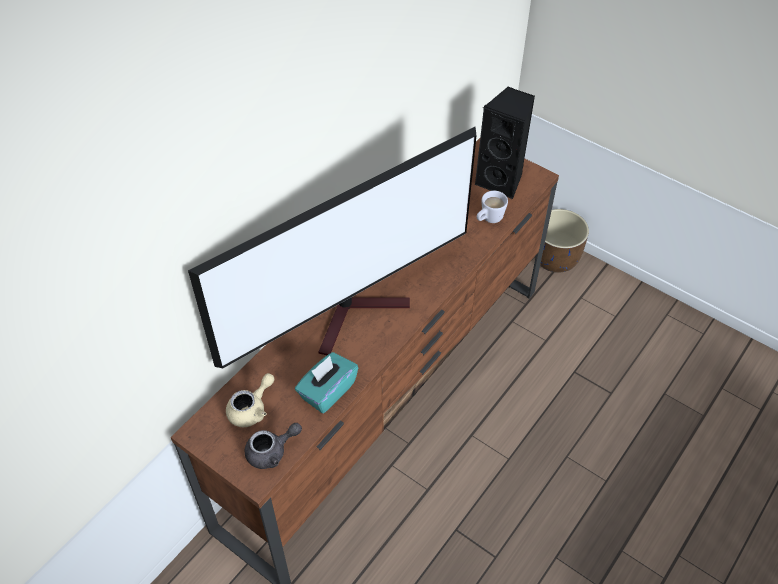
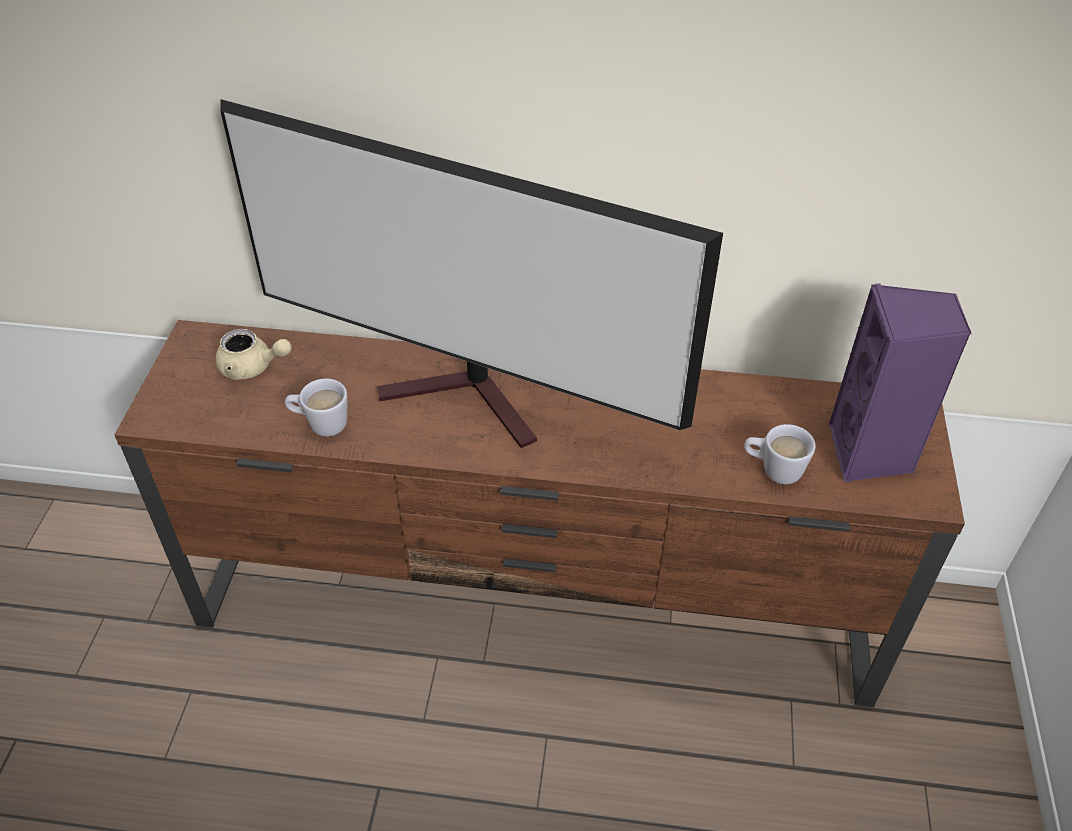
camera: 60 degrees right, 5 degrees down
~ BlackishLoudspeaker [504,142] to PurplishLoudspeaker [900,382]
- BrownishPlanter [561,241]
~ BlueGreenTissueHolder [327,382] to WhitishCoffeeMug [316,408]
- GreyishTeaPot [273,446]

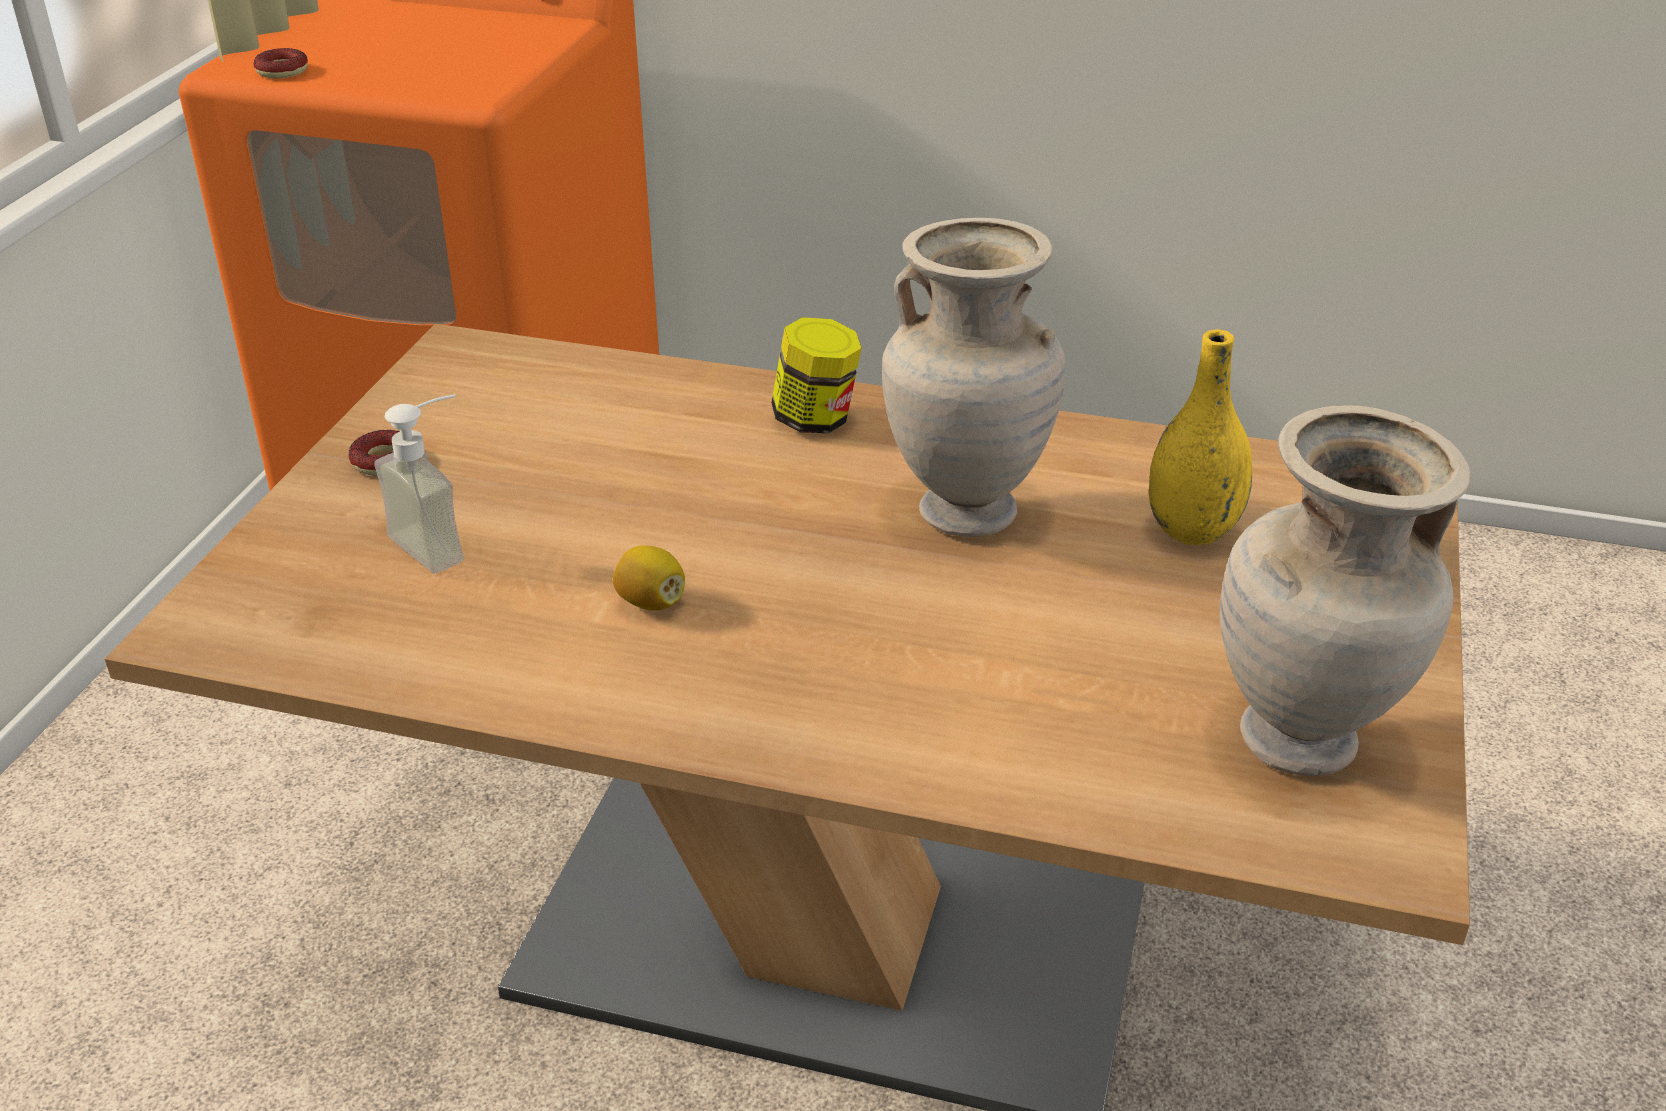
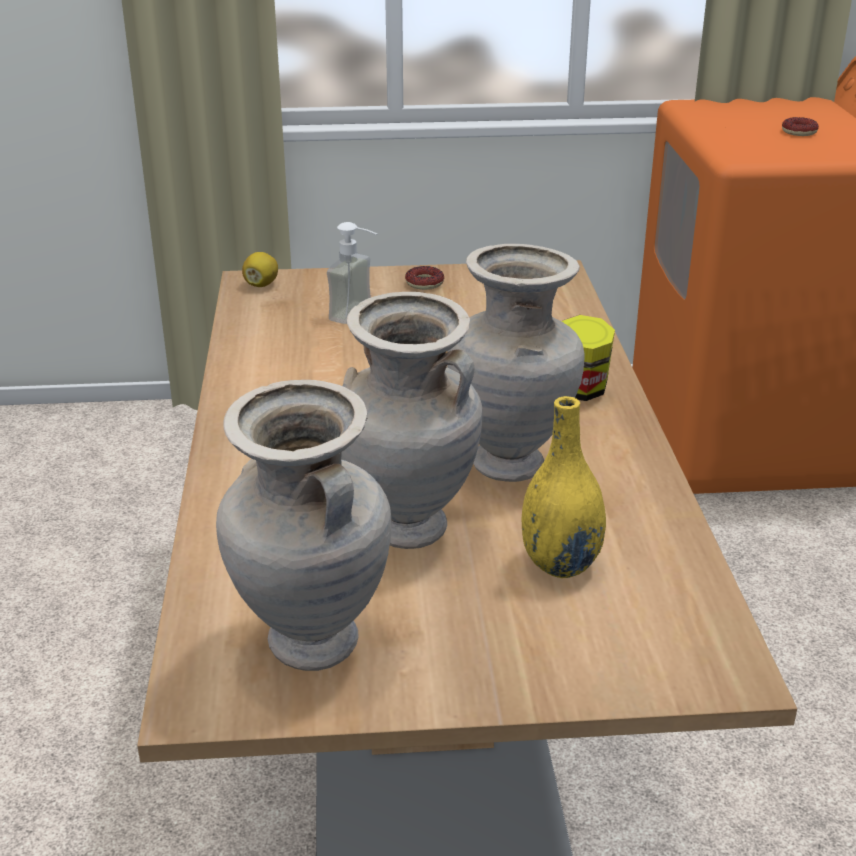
camera: 70 degrees right, 5 degrees down
~ Doughnut [280,63] to [800,126]
~ WholeLemon [649,578] to [260,269]
+ SandColouredDecorativeVase [412,420]

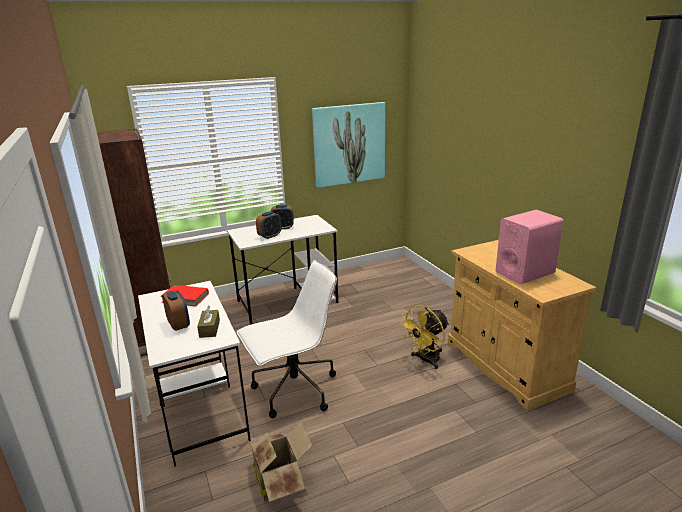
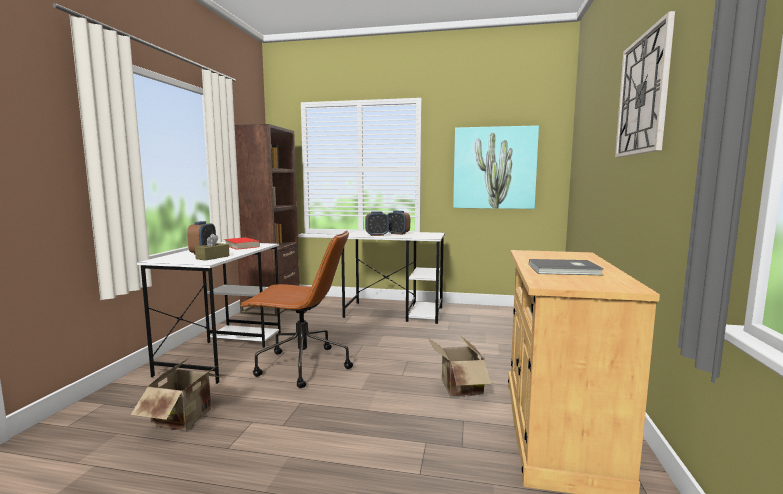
camera: 35 degrees right, 15 degrees down
~ PinkColouredLoudspeaker [529,247] to GreyishBoundBook [566,267]
~ WhitishComputerChair [287,339] to BrownishComputerChair [296,309]
~ YellowColouredFan [424,337] to CardboardBox [459,366]
+ ClockOnTheWall [645,84]

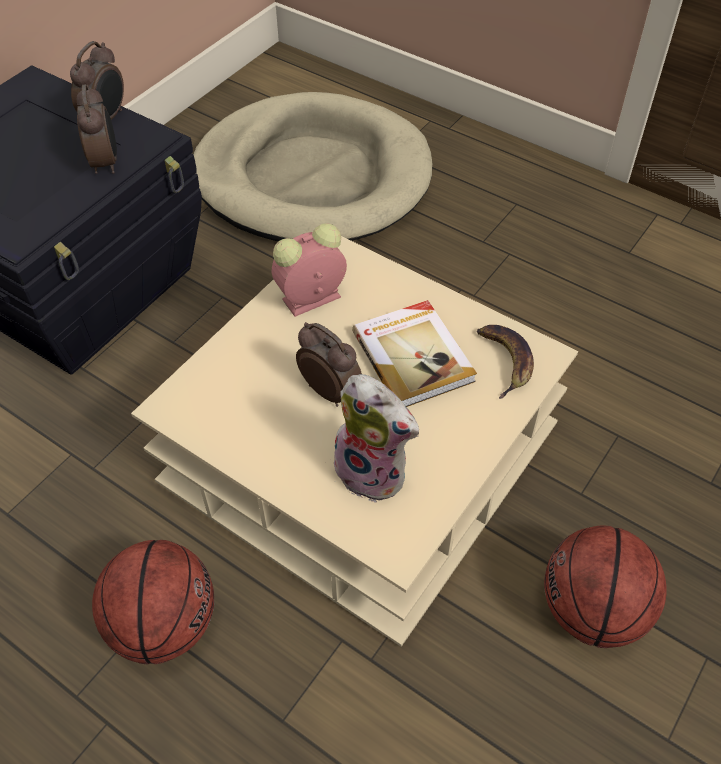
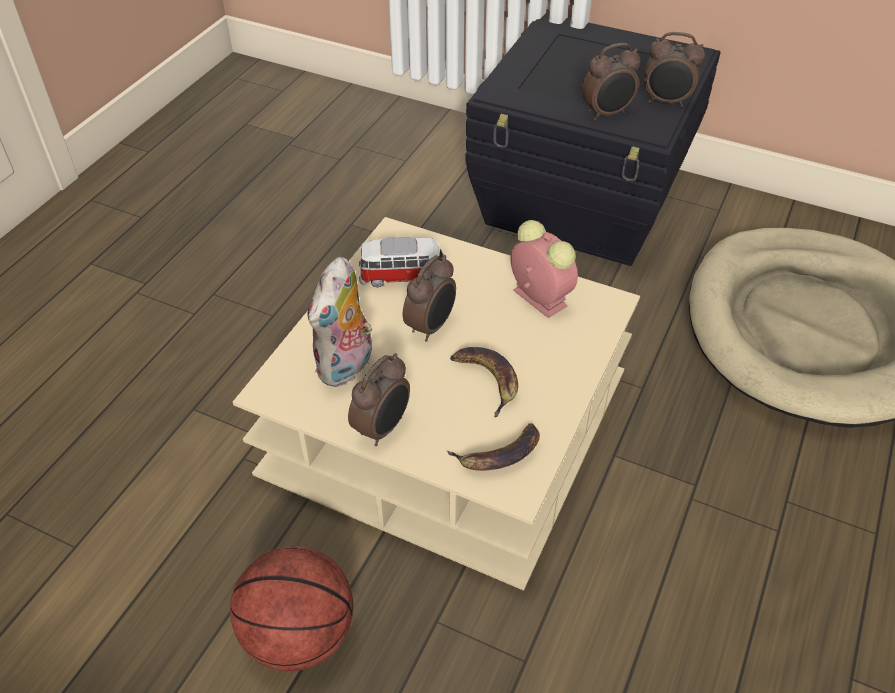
camera: 80 degrees right, 5 degrees down
~ BoundBook [414,353] to Banana [484,382]
- Basketball [153,602]
+ ToyCar [401,262]
+ AlarmClock [379,399]

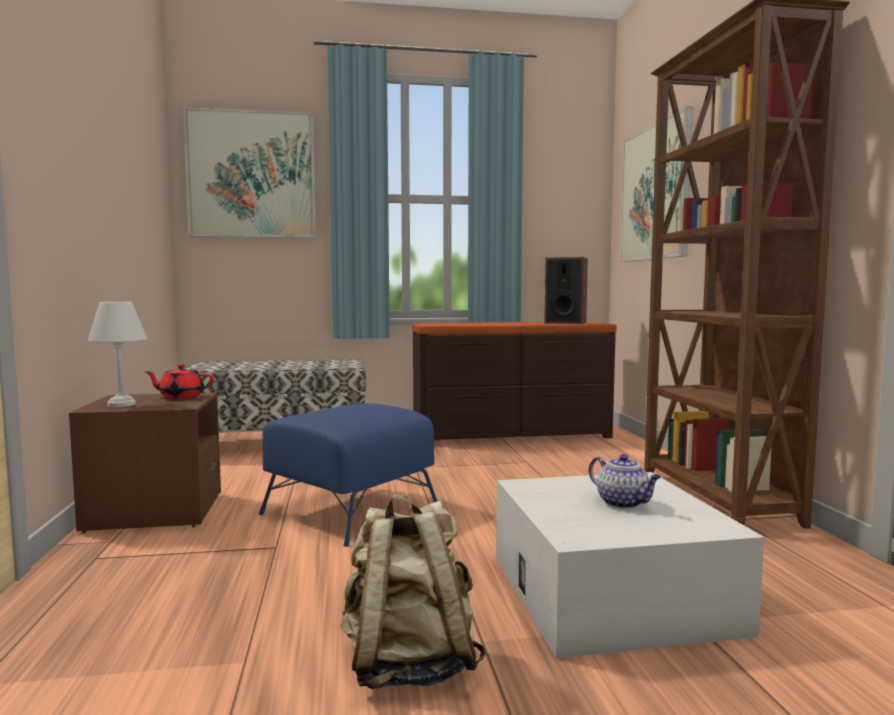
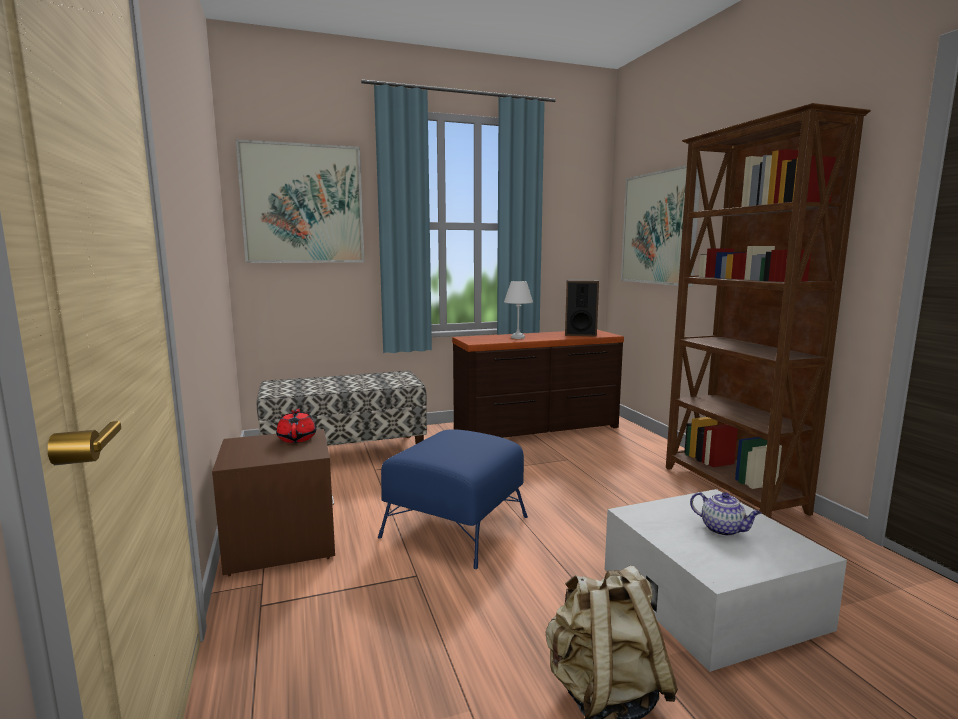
camera: 10 degrees left, 5 degrees up
~ WhitishTableLamp [117,354] to [518,310]
~ ReddishTeaPot [179,381] = [296,425] 90 degrees clockwise

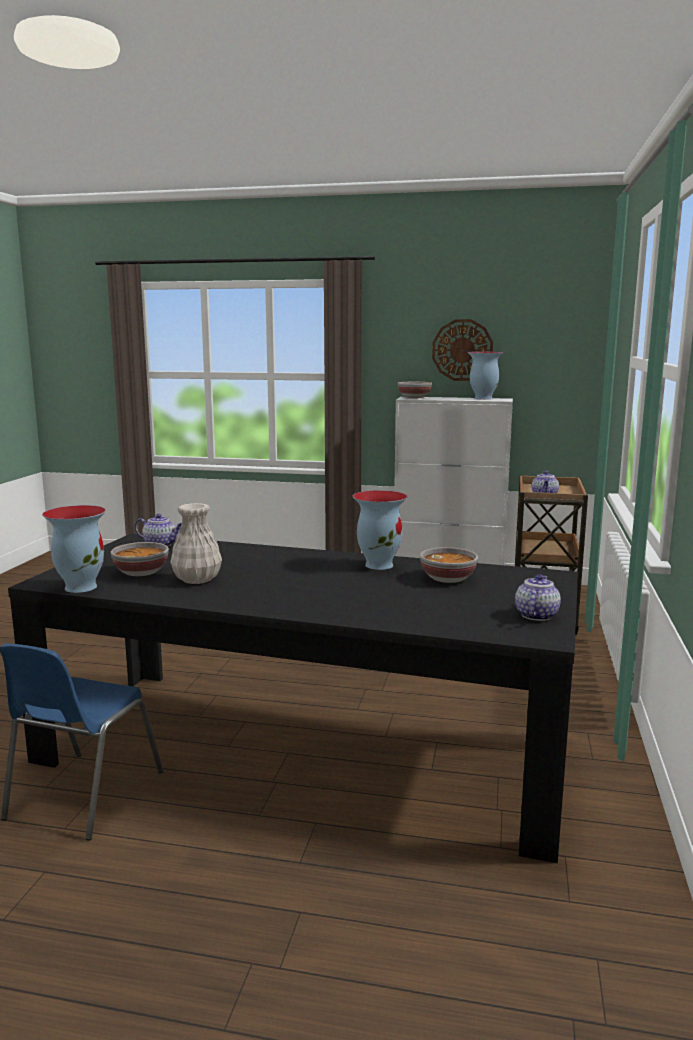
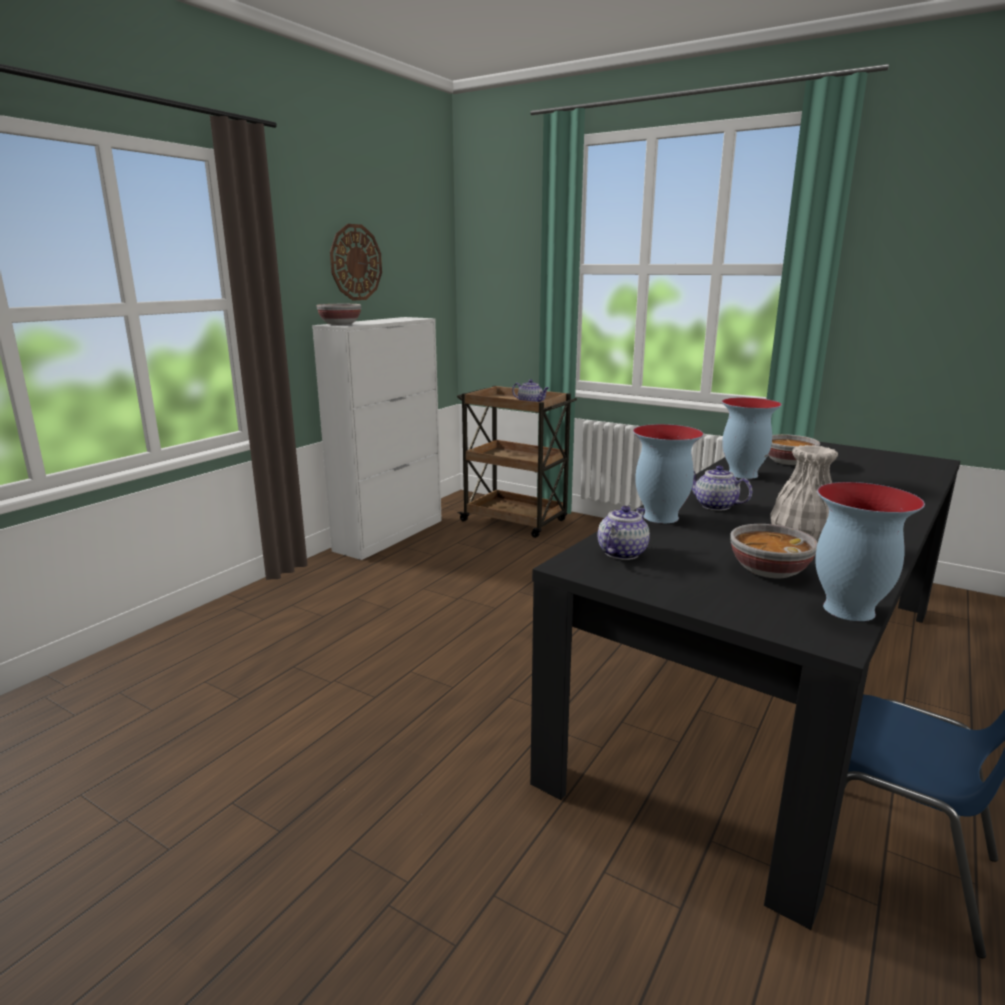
camera: 70 degrees left, 5 degrees up
~ DecorativeVase [485,376] to [668,473]
~ TeaPot [538,597] to [722,488]

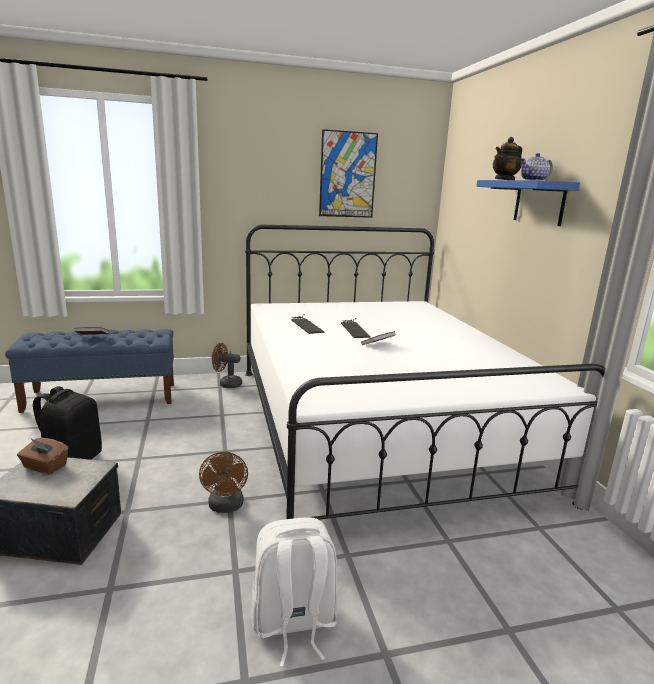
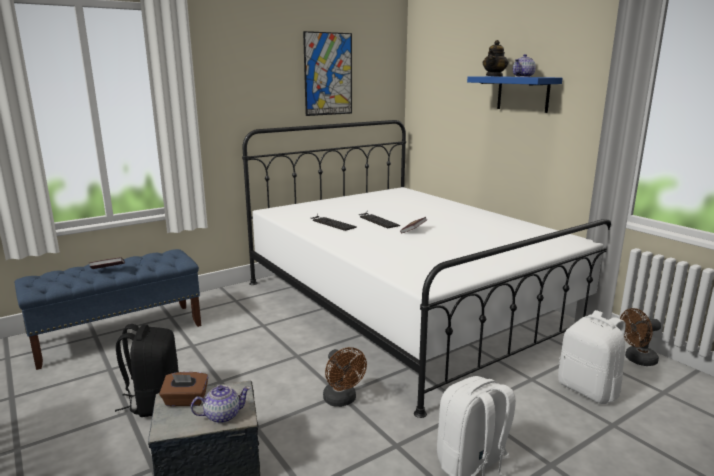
camera: 20 degrees left, 0 degrees up
~ BrownishFan [227,365] to [640,337]
+ WhitishRucksack [592,357]
+ TeaPot [221,404]

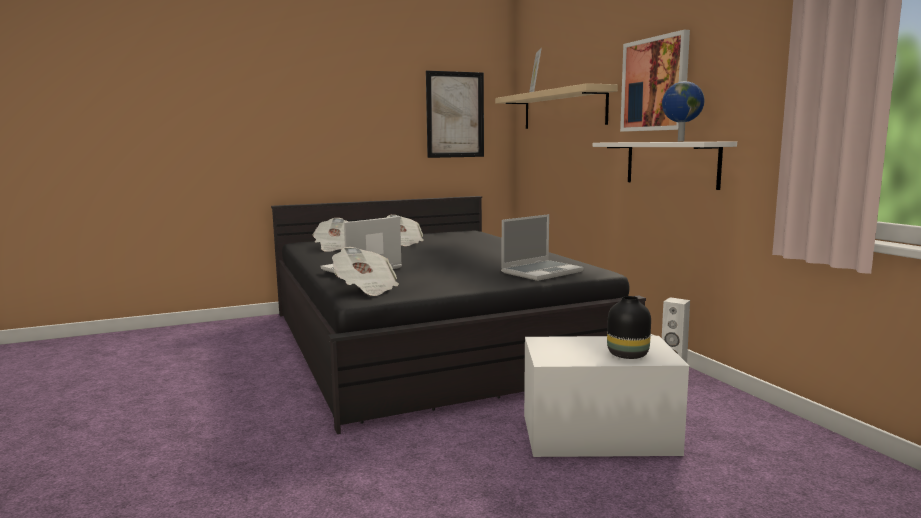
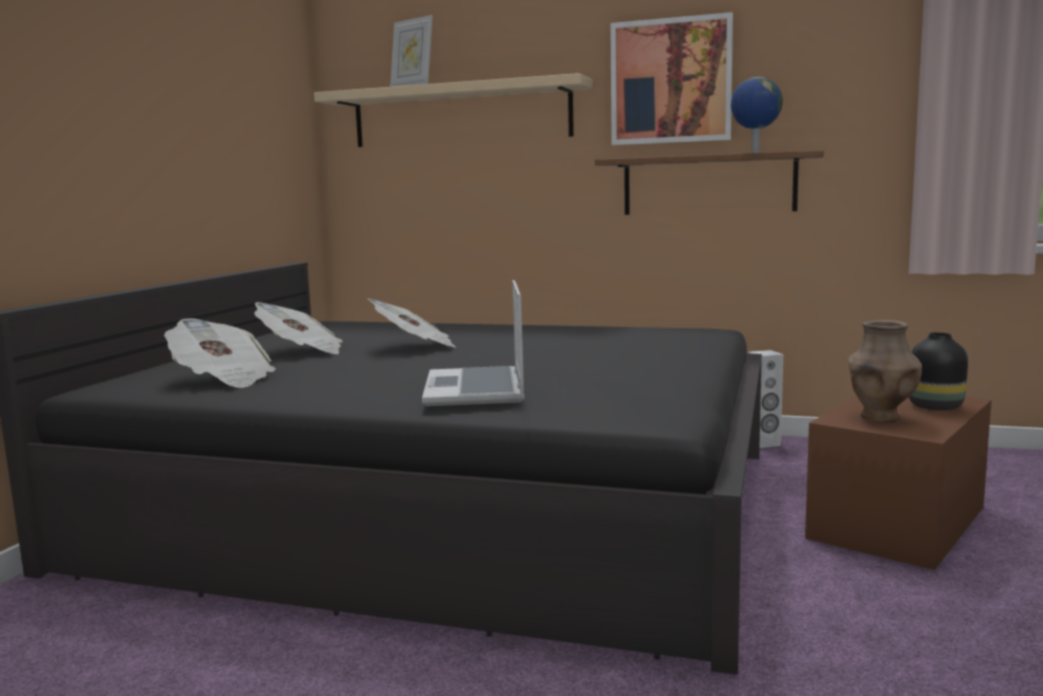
camera: 50 degrees left, 0 degrees up
- Picture [455,114]
~ WhitishShelf [664,165] to BrownishShelf [709,182]
- Laptop [542,247]
~ PrintedPaper [365,271] to [412,323]
~ WhitishStorageBox [606,396] to BrownishStorageBox [898,482]
+ BrownishDecorativeVase [885,371]

